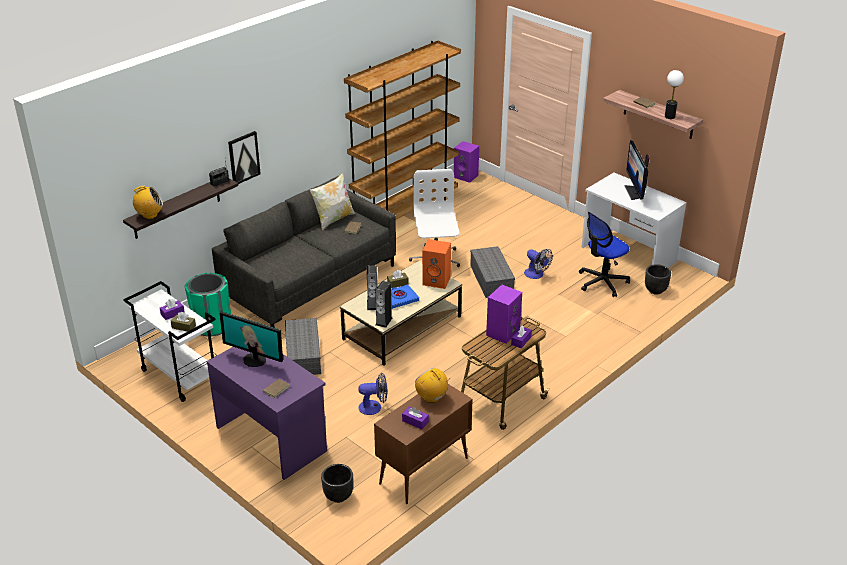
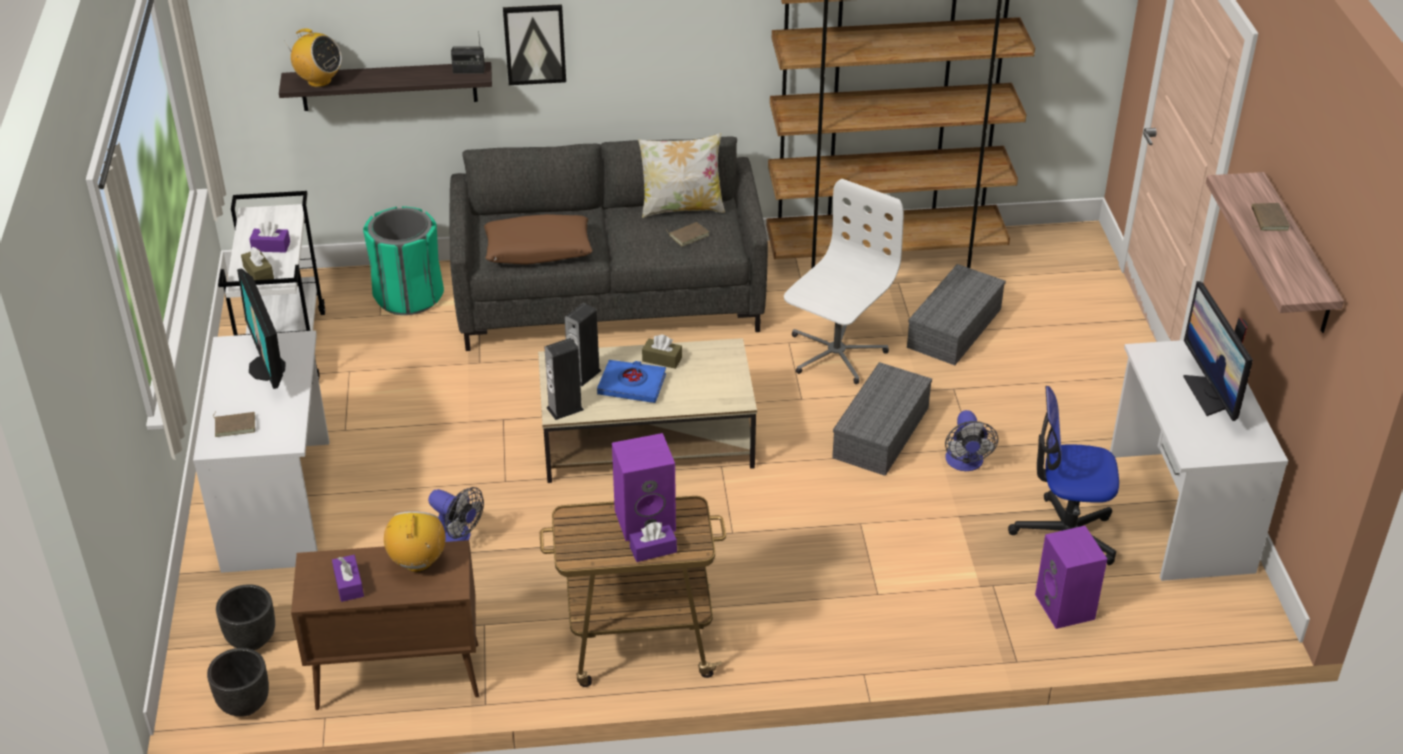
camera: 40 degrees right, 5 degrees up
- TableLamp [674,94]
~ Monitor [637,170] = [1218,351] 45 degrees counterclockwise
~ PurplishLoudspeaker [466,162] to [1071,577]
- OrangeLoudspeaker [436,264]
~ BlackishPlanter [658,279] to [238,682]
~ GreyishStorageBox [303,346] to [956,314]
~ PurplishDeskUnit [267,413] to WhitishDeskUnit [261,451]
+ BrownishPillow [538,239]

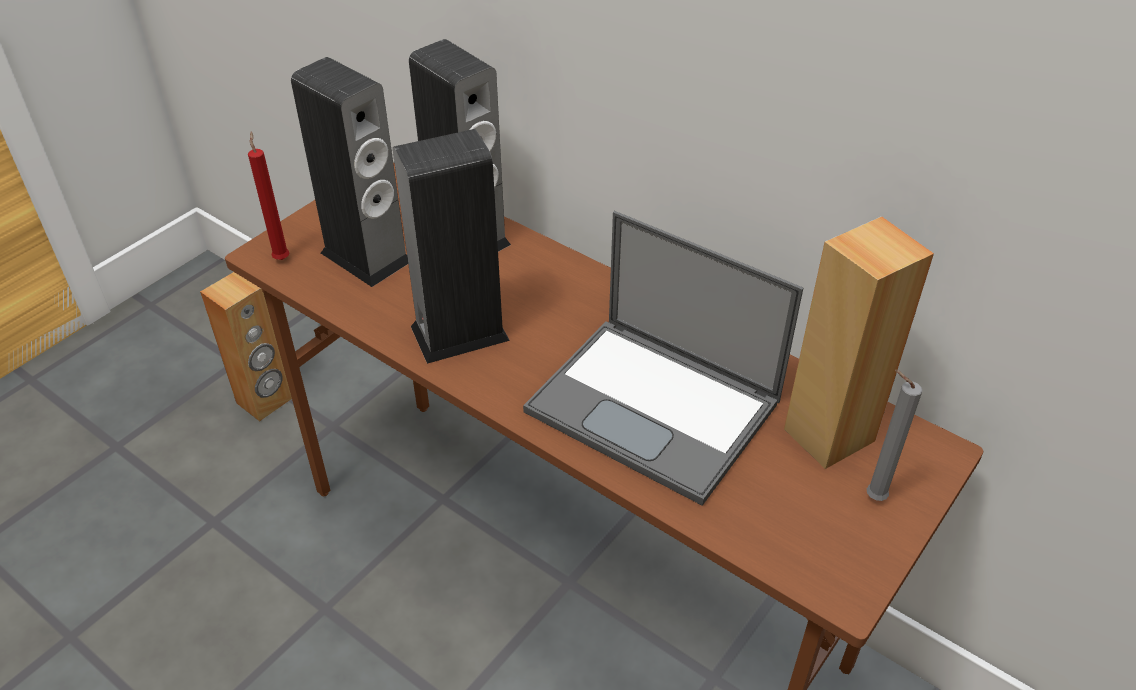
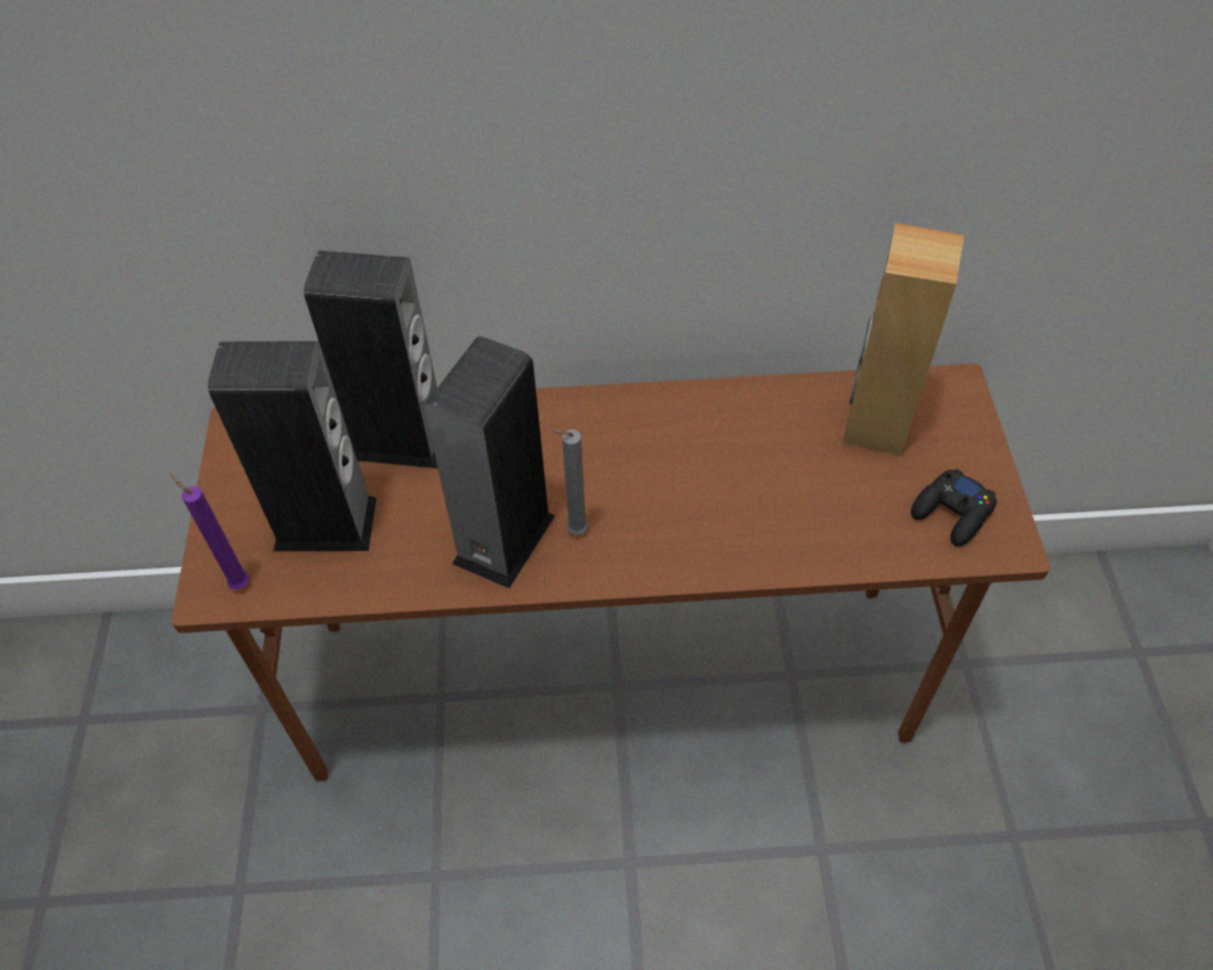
camera: 40 degrees left, 10 degrees up
~ ReddishCandle [268,195] to PurplishCandle [209,532]
- Laptop [663,358]
- BrownishLoudspeaker [246,346]
~ GreyishCandle [894,435] to [570,482]
+ BlackishGamepad [954,507]

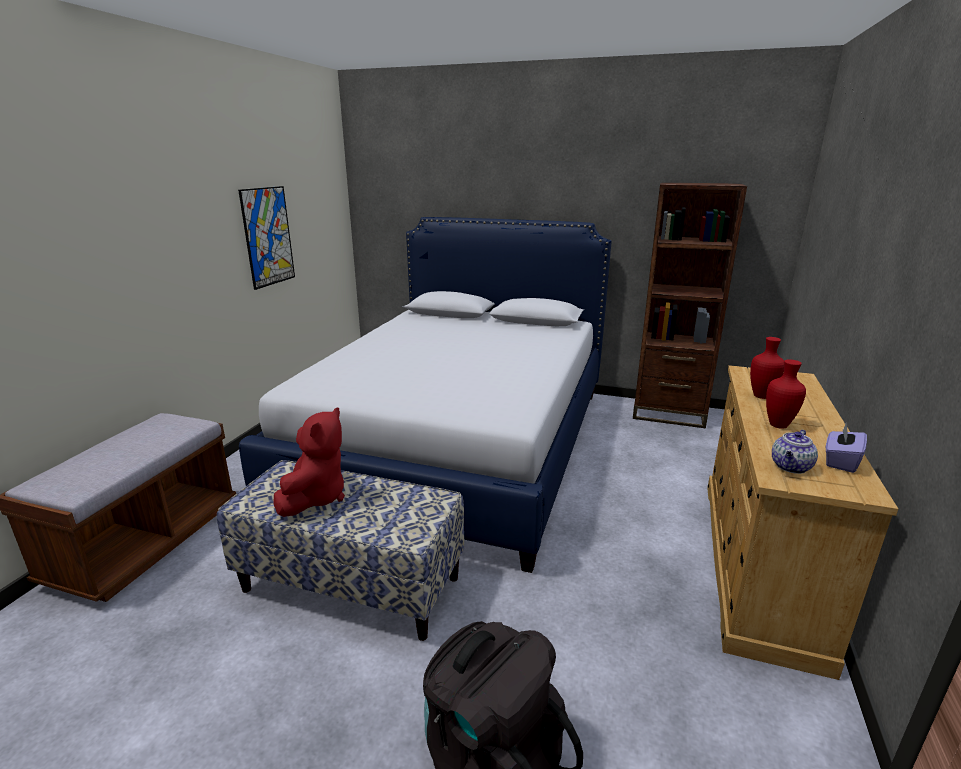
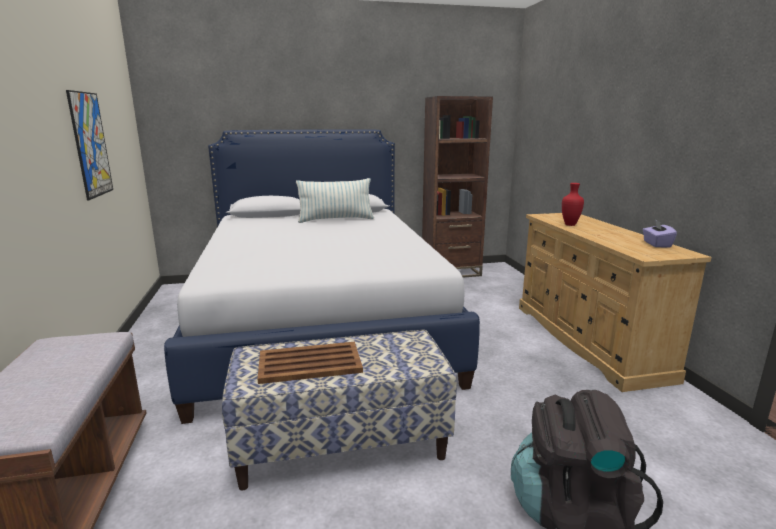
camera: 30 degrees left, 5 degrees down
- ReddishDecorativeVase [786,394]
~ ReddishSoftToy [309,462] to BrownishServingTray [310,363]
- TeaPot [795,452]
+ Pillow [335,200]

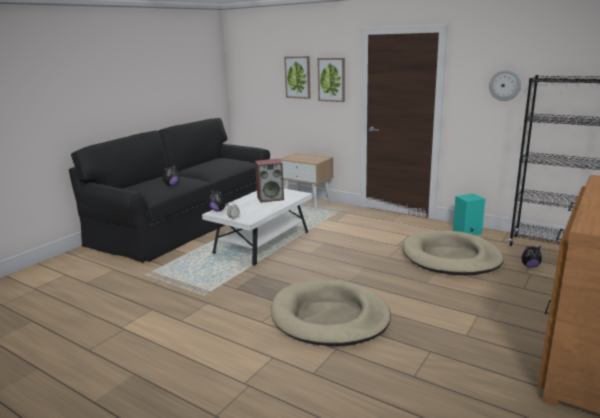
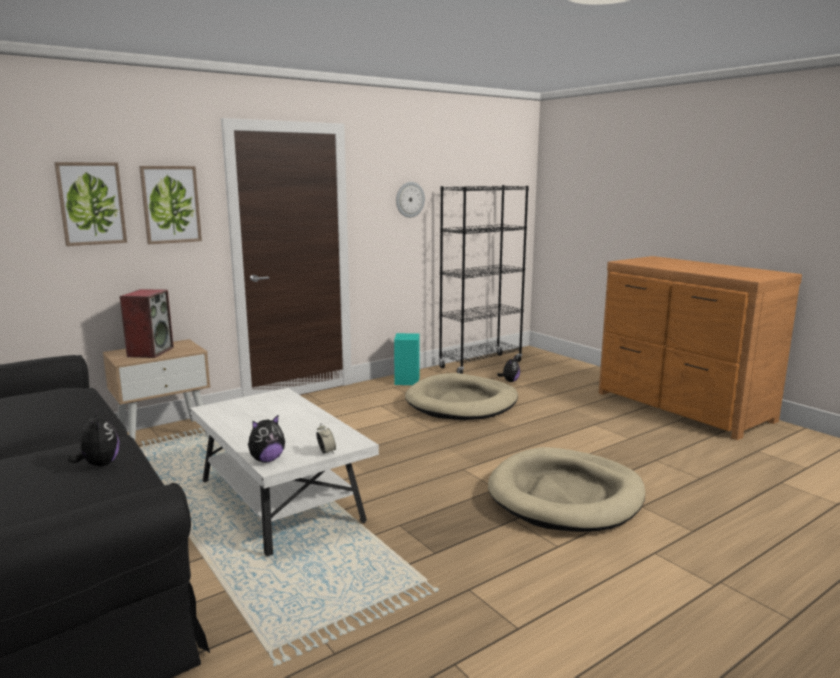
camera: 70 degrees left, 5 degrees down
~ Loudspeaker [269,181] to [147,323]

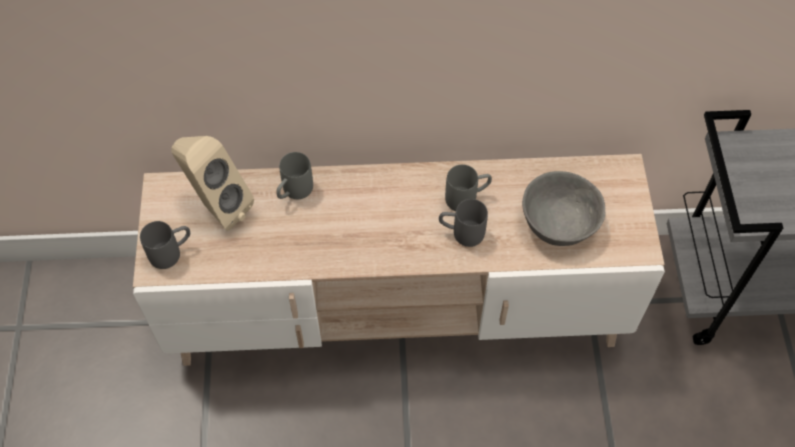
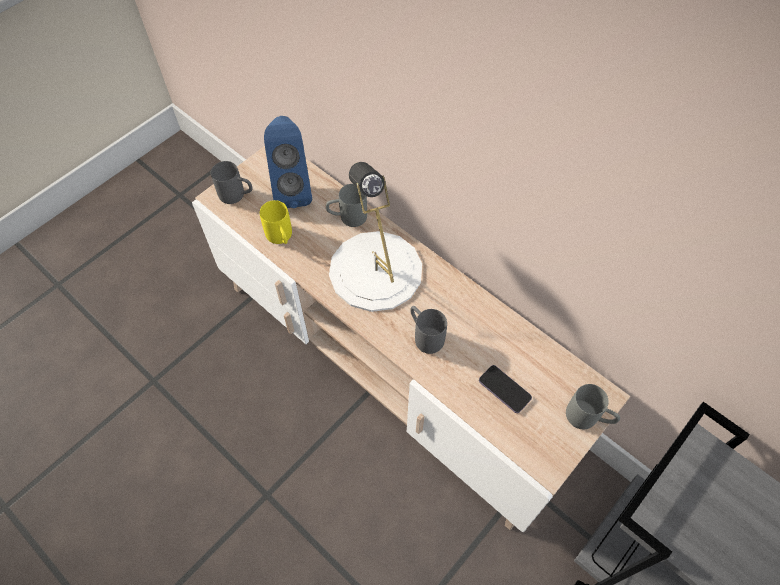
camera: 45 degrees right, 0 degrees up
~ SandColouredLoudspeaker [213,183] to BlueColouredLoudspeaker [288,162]
~ GreyishCoffeeMug [468,187] to [593,406]
~ GreyishServingBowl [564,208] to Telephone [505,389]
+ WhitishTableLamp [375,237]
+ YellowColouredCoffeeMug [276,222]

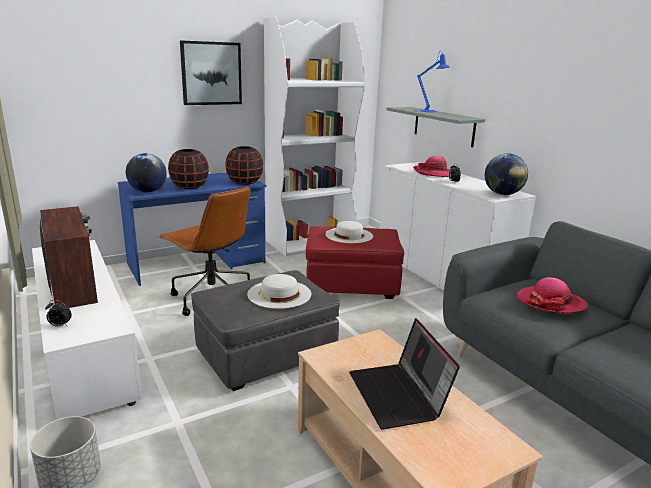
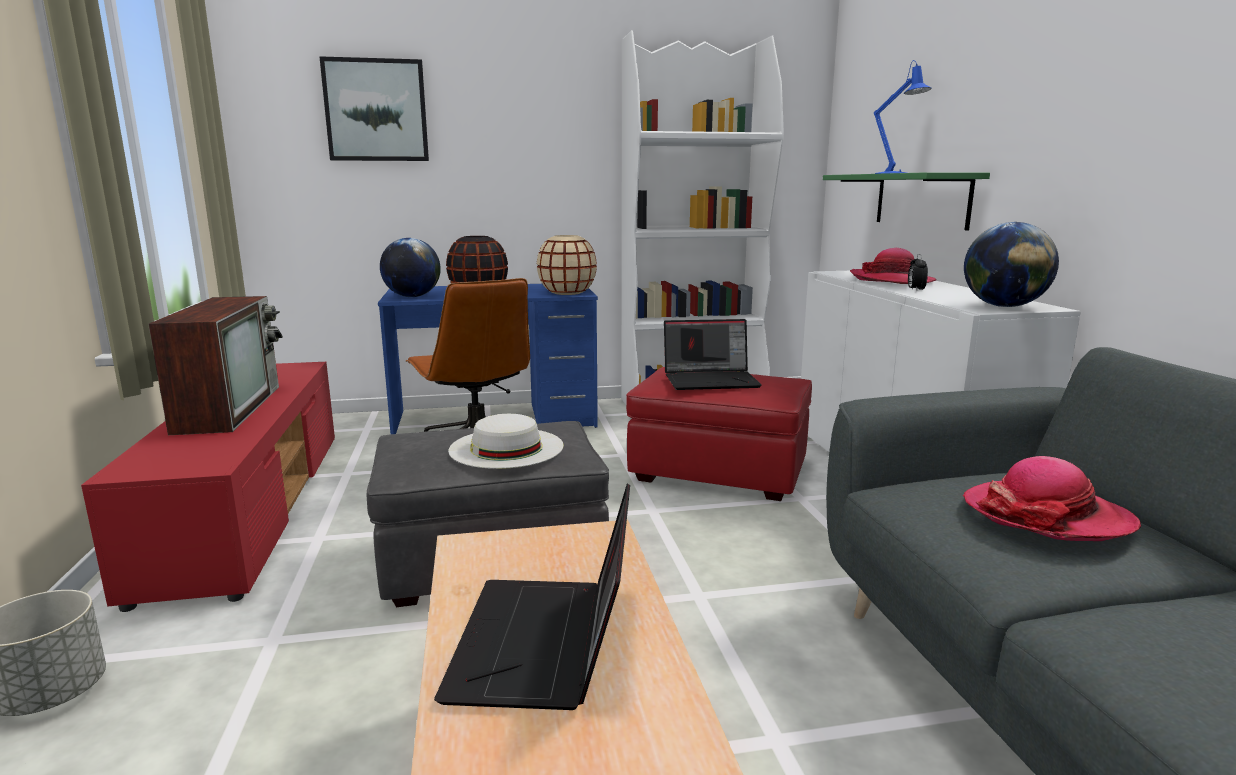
camera: 20 degrees right, 5 degrees down
~ Picture [211,72] to [374,108]
~ GreyishShelf [436,127] to GreenShelf [906,201]
~ BlackishDecorativeVase [244,165] to SandColouredDecorativeVase [567,265]
~ WhitishWearableHat [349,232] to Laptop [713,354]
~ WhitishMediaConsole [87,330] to ReddishMediaConsole [208,487]
- AlarmClock [58,313]

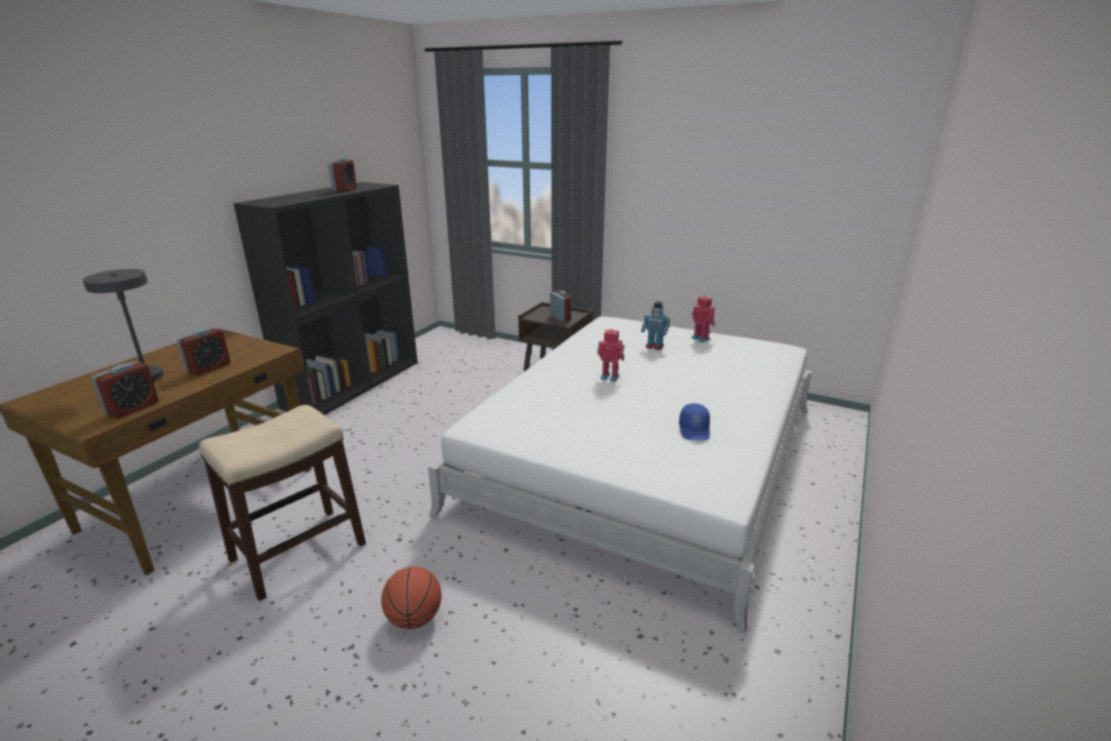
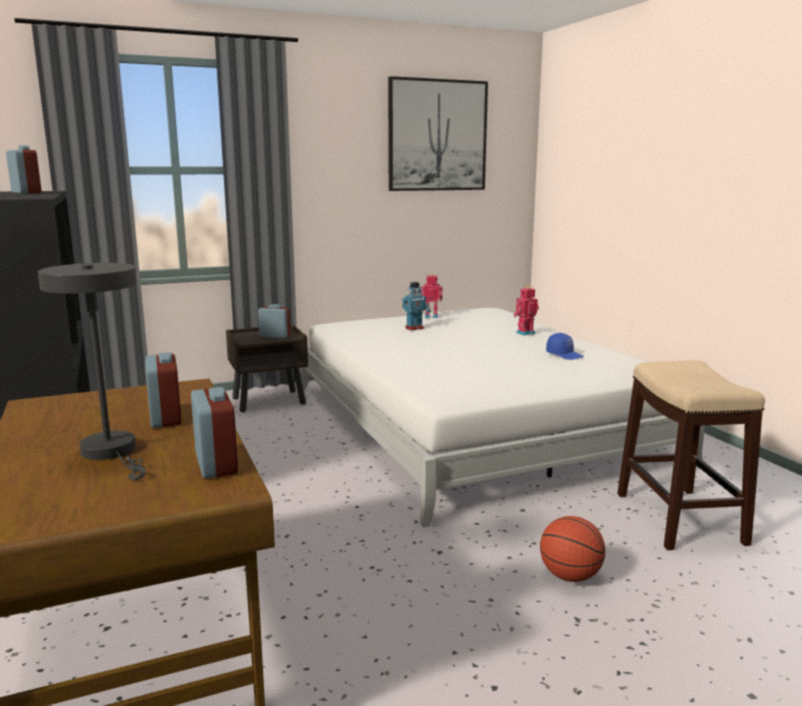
camera: 50 degrees left, 10 degrees down
~ RobotFigure [610,355] to [526,311]
~ SittingStool [282,503] to [691,455]
+ Picture [438,133]

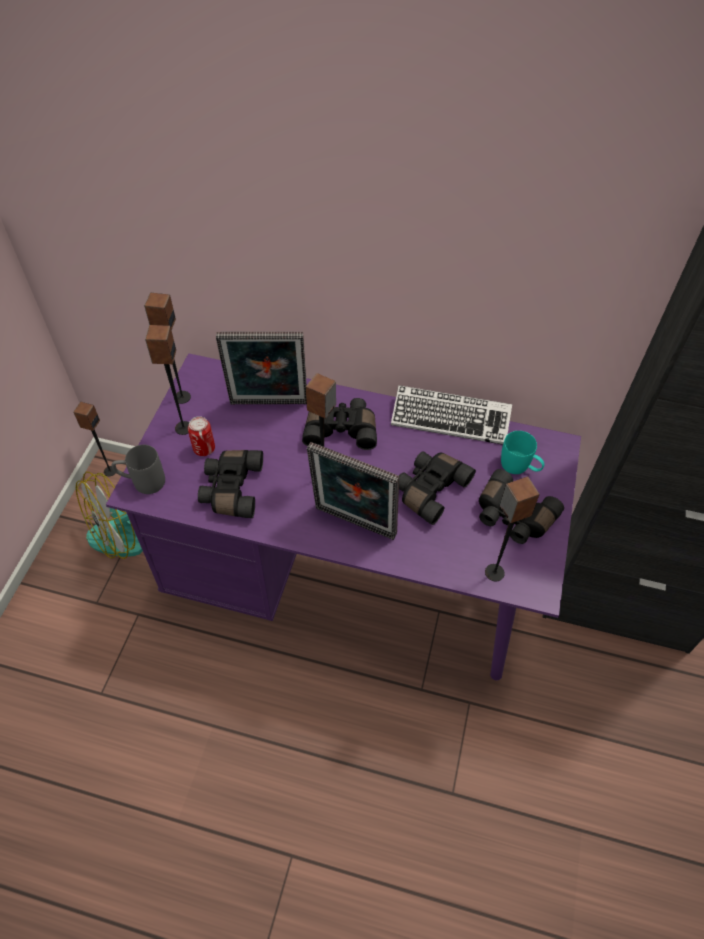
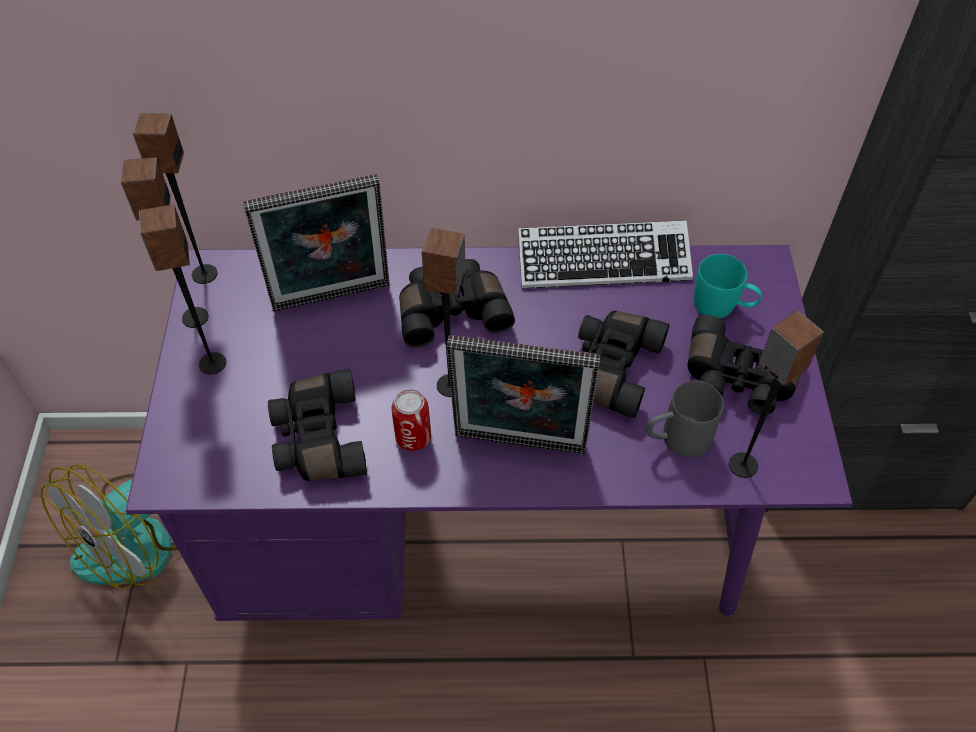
camera: 15 degrees left, 0 degrees up
~ Loudspeaker [94,439] to [175,198]
~ MetalCan [201,436] to [411,420]
~ GreyishCoffeeMug [138,469] to [685,419]

